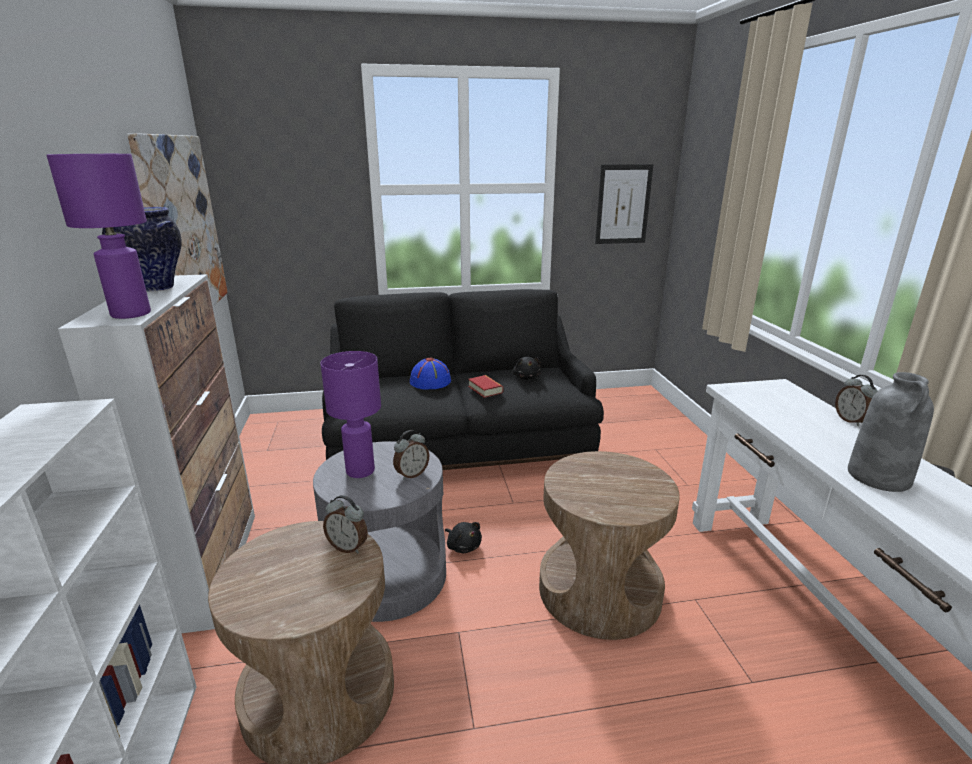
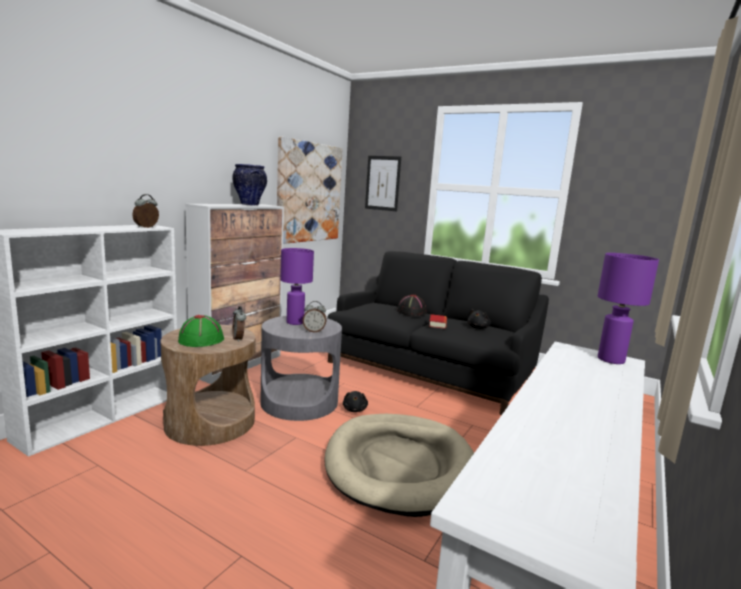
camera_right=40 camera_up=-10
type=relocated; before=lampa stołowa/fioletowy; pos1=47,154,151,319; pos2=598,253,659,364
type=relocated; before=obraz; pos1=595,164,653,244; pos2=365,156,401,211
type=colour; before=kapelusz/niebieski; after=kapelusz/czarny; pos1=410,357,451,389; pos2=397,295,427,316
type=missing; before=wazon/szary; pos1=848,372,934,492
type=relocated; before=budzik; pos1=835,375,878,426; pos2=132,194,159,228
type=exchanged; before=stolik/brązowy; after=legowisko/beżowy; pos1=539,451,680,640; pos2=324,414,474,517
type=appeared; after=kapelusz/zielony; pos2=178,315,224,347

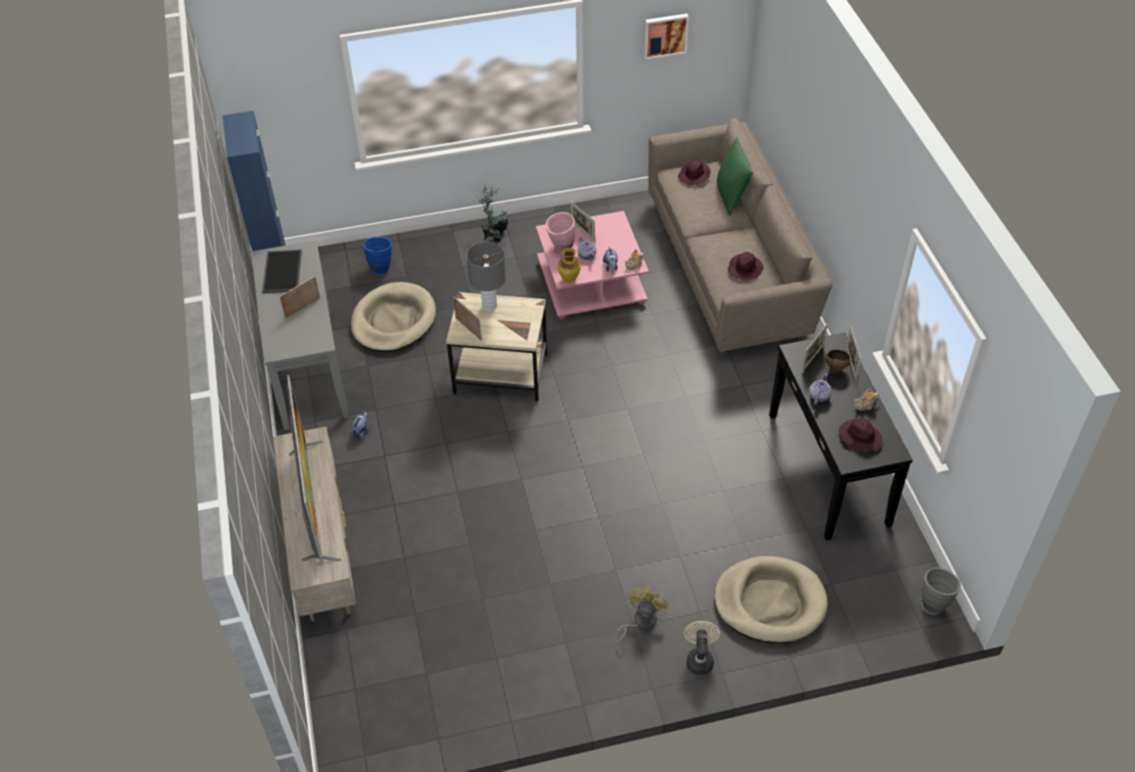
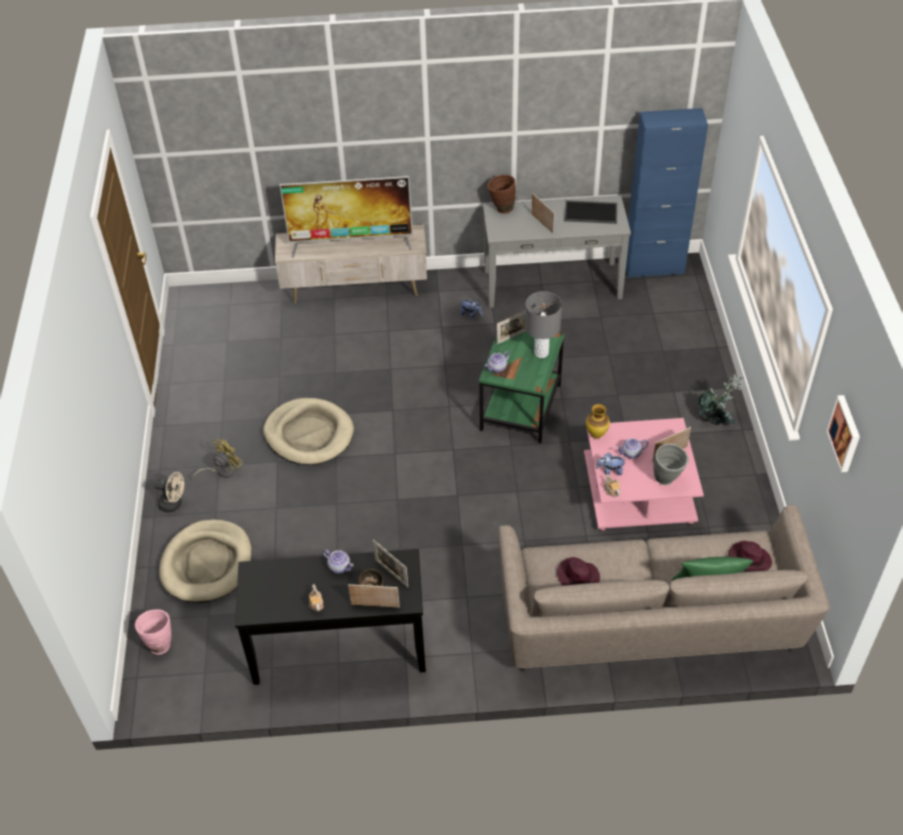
camera_right=100 camera_up=0
type=relocated; before=wazon/różowy; pos1=546,212,575,253; pos2=135,609,171,655
type=missing; before=wazon/niebieski; pos1=363,237,392,275
type=relocated; before=legowisko/beżowy; pos1=351,282,436,352; pos2=263,398,354,465
type=colour; before=stolik/beżowy; after=stolik/zielony; pos1=446,292,547,402; pos2=479,332,565,443
type=missing; before=kapelusz/fioletowy; pos1=839,418,883,451
type=relocated; before=wazon/szary; pos1=922,567,961,615; pos2=654,443,689,485
type=spun; before=wentylator/żółty; pos1=615,586,668,644; pos2=192,439,243,479; turn=-75
type=appeared; after=wazon/brązowy; pos2=488,175,516,214
type=appeared; after=imbryk; pos2=485,351,510,373

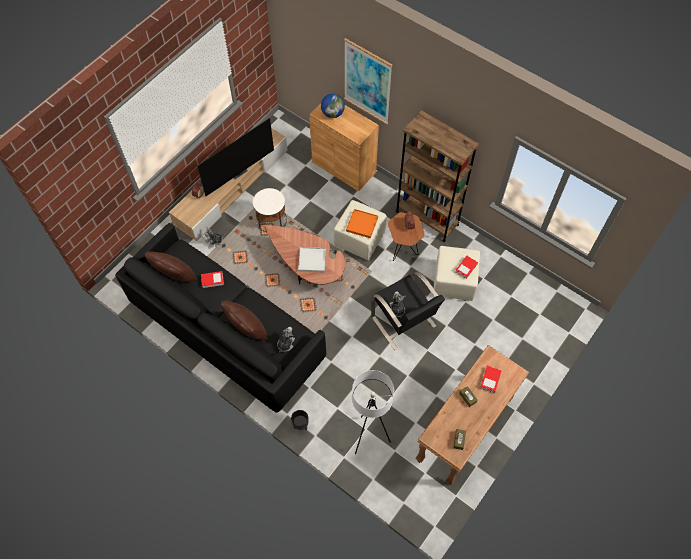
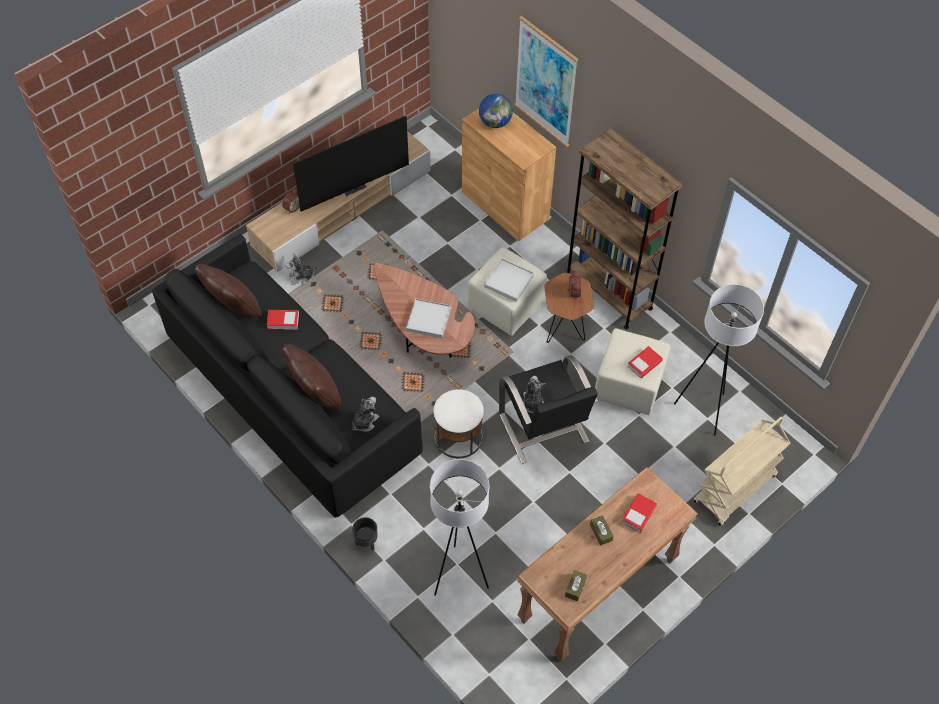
camera_right=10 camera_up=-5
type=relocated; before=stolik/biały; pos1=253,188,287,232; pos2=434,389,484,458
type=colour; before=taca/pomarańczowy; after=taca/biały; pos1=346,209,378,238; pos2=484,259,534,302
type=appeared; after=lampa stojąca/biały; pos2=674,284,764,435
type=appeared; after=wózek/beżowy; pos2=693,417,790,526

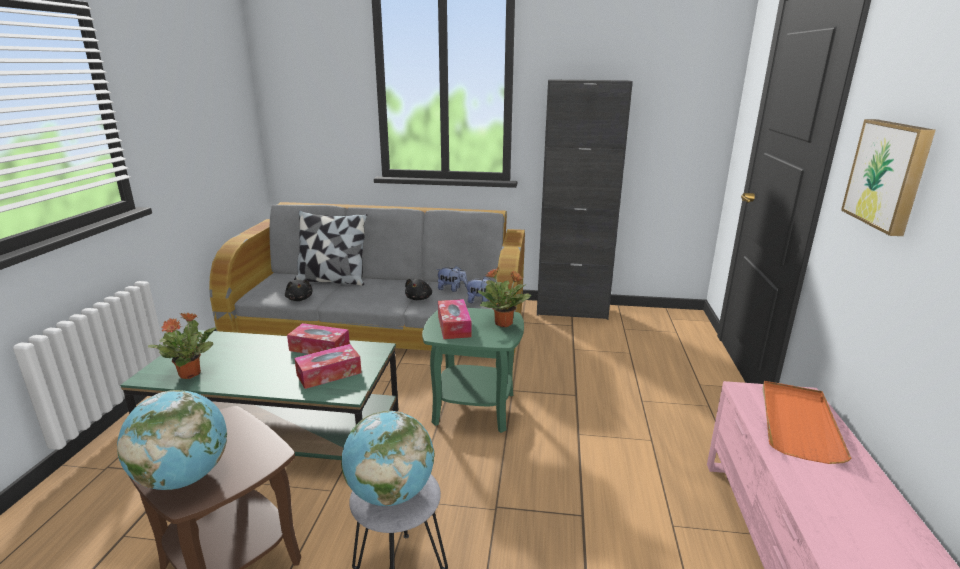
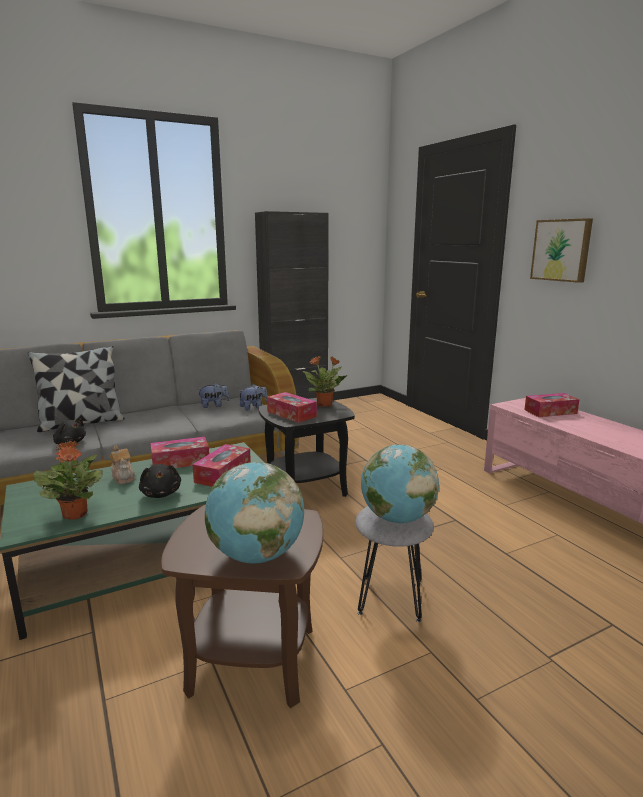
camera_right=-35 camera_up=-5
type=relocated; before=pluszak/czarny; pos1=405,279,432,300; pos2=139,464,181,498
type=colour; before=stolik/zielony; after=stolik/czarny; pos1=422,308,524,433; pos2=259,398,355,497
type=exchanged; before=taca/pomarańczowy; after=pudełko chusteczek; pos1=763,381,851,464; pos2=524,393,580,417
type=appeared; after=imbryk; pos2=110,446,135,484

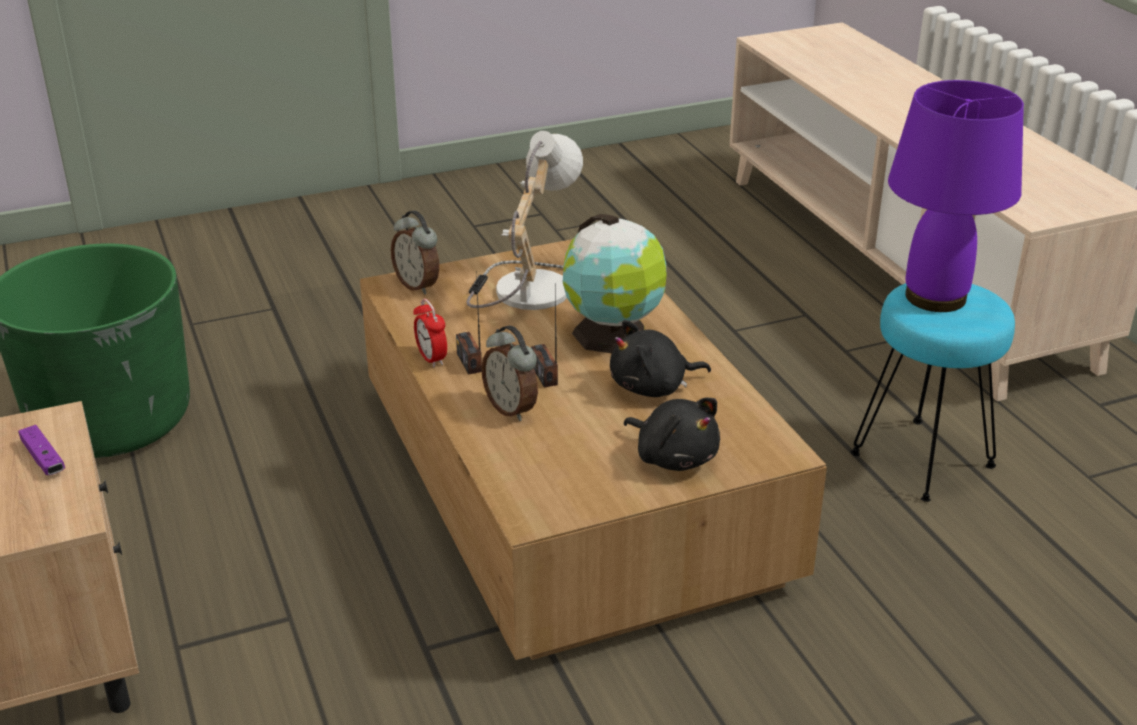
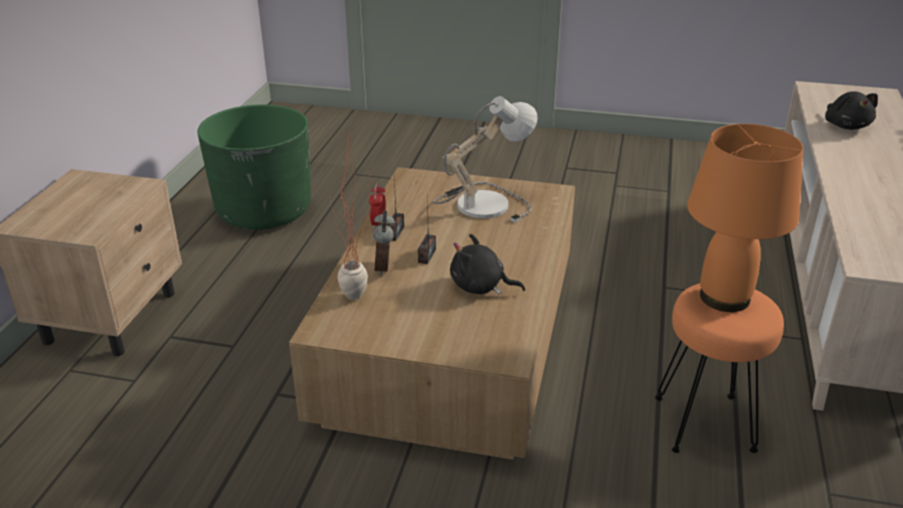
camera_right=35 camera_up=0
type=colour; before=lampa stołowa/fioletowy; after=lampa stołowa/pomarańczowy; pos1=888,80,1024,312; pos2=687,124,803,312
type=missing; before=budzik; pos1=391,210,439,295
type=missing; before=globus; pos1=563,214,667,353
type=colour; before=stołek/turkusowy; after=stołek/pomarańczowy; pos1=850,283,1015,502; pos2=655,283,784,453
type=relocated; before=pluszak/czarny; pos1=624,398,720,471; pos2=825,91,878,130
type=missing; before=pad do gier/fioletowy; pos1=18,425,65,475
type=appeared; after=roślina doniczkowa; pos2=330,131,371,300

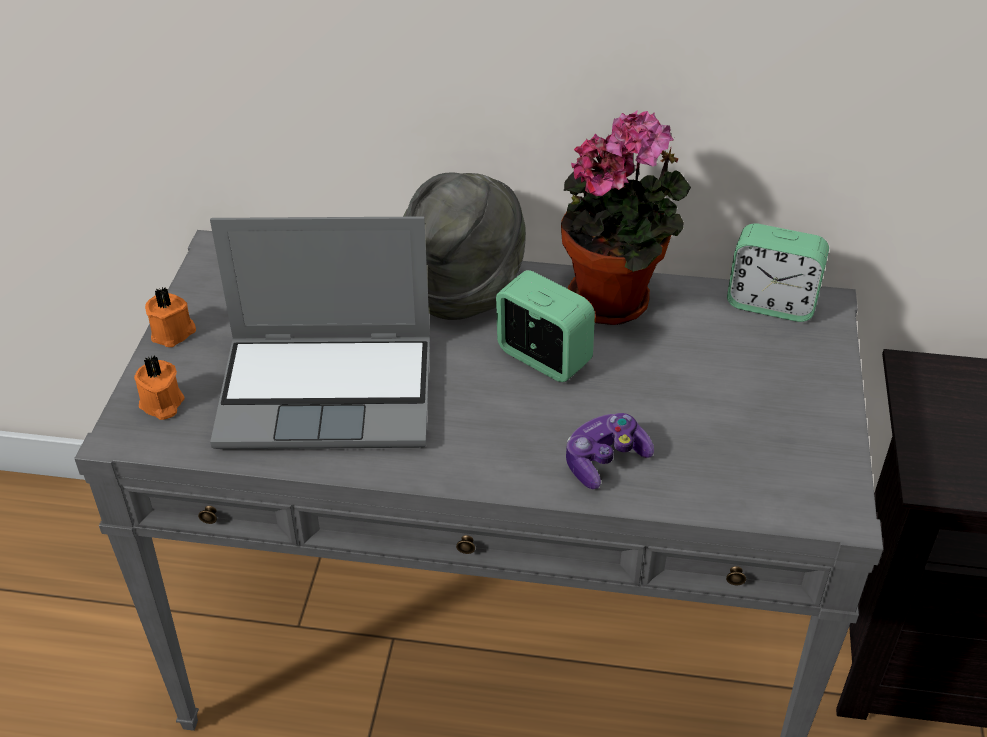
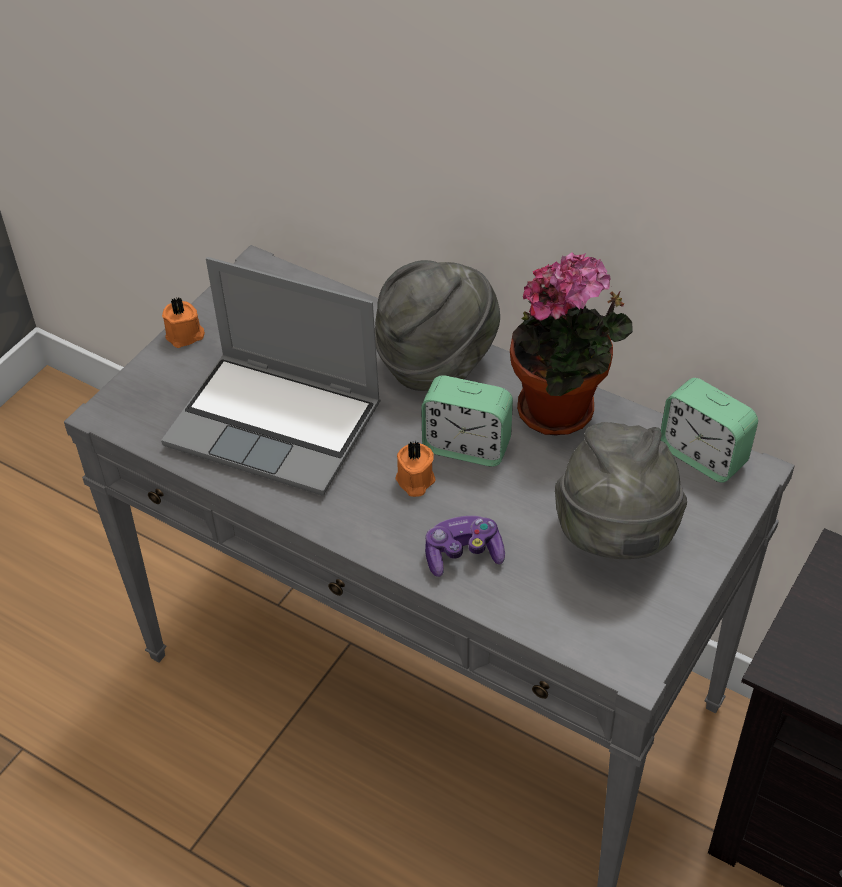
camera_right=25 camera_up=5
type=spun; before=budzik; pos1=496,270,595,382; pos2=421,375,513,467; turn=135
type=relocated; before=świeca/pomarańczowy; pos1=134,355,185,420; pos2=395,441,436,497
type=appeared; after=kapelusz/szary; pos2=555,422,687,559

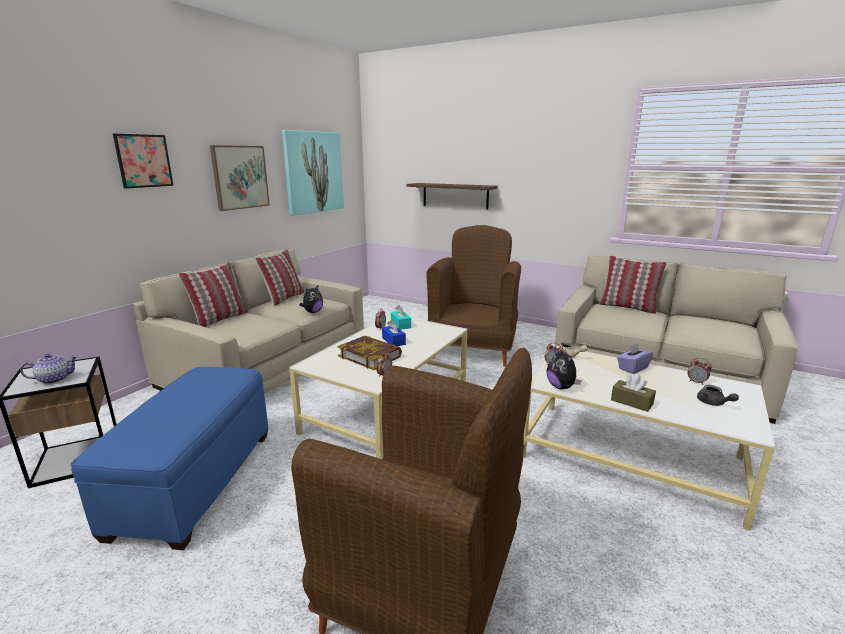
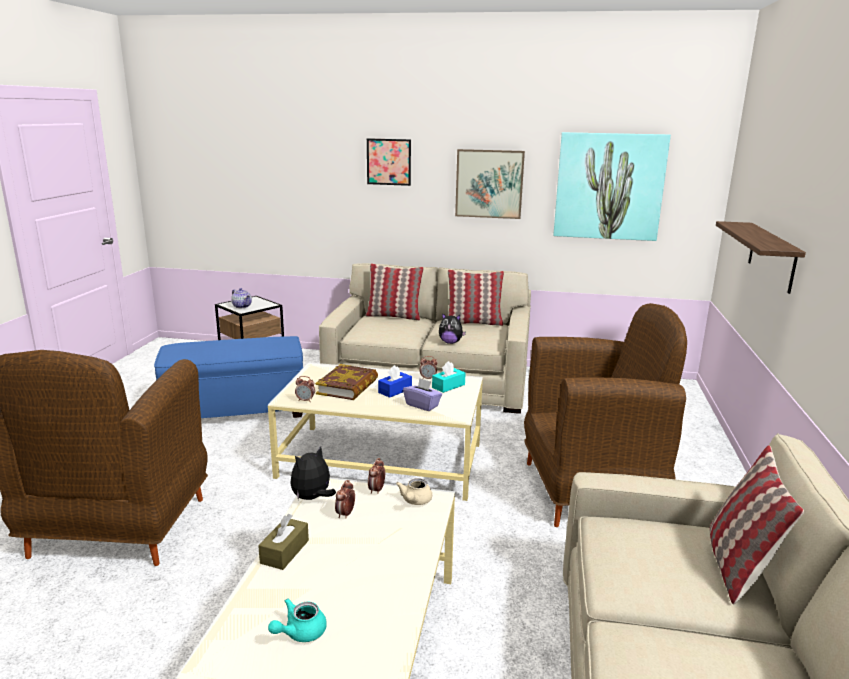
camera_right=70 camera_up=0
type=relocated; before=pudełko chusteczek/fioletowy; pos1=617,343,653,374; pos2=403,378,442,411
type=relocated; before=budzik; pos1=688,358,712,385; pos2=335,480,355,518
type=colour; before=imbryk/szary; after=imbryk/turkusowy; pos1=697,385,739,406; pos2=268,598,327,642

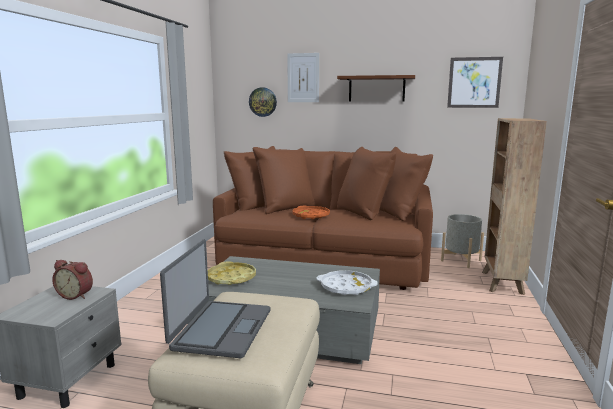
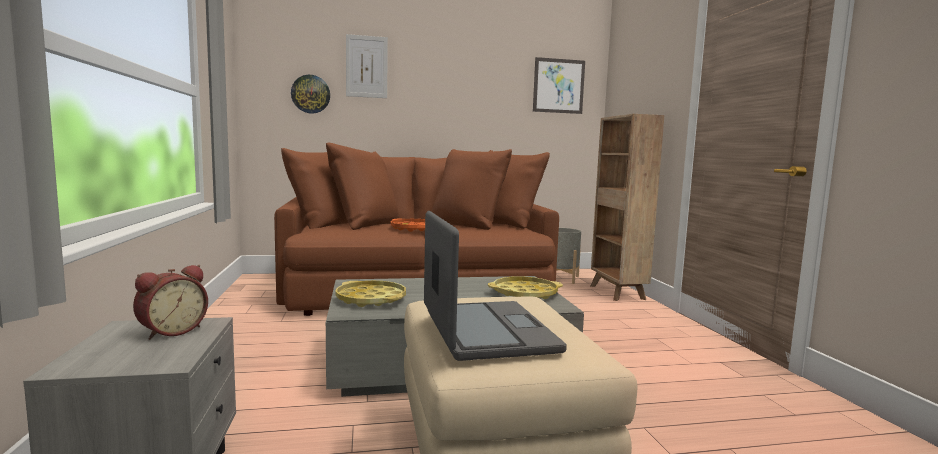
camera_right=-25 camera_up=-5
type=missing; before=półka/brązowy; pos1=337,75,415,102
type=spun; before=budzik; pos1=52,260,93,300; pos2=133,265,208,340; turn=-45
type=colour; before=taca/biały; after=taca/żółty; pos1=316,270,377,295; pos2=488,276,563,299

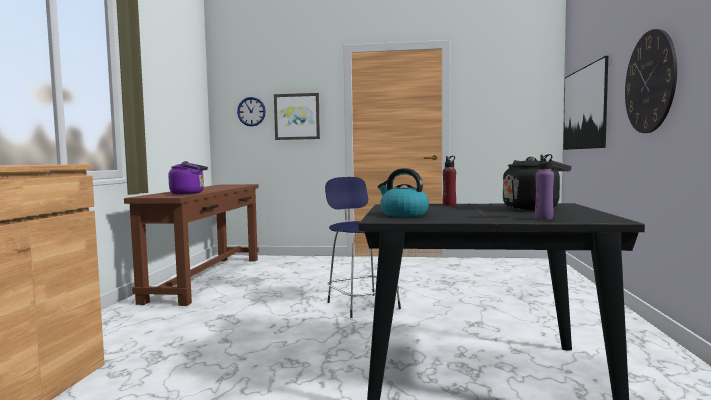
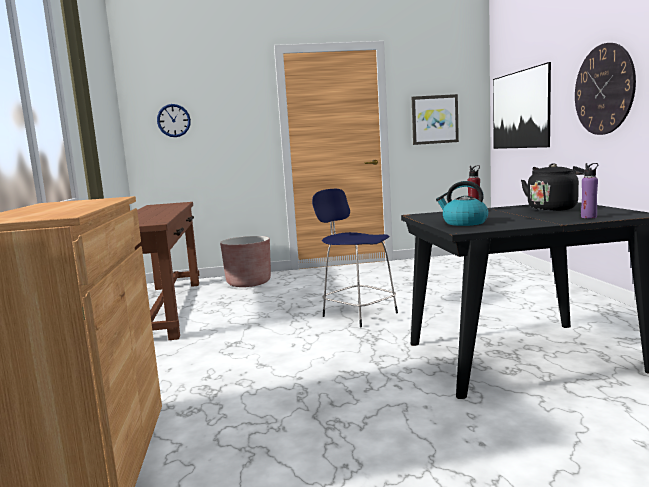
camera_right=-15 camera_up=5
type=relocated; before=obraz; pos1=274,93,320,140; pos2=412,94,459,145
type=missing; before=czajnik/fioletowy; pos1=168,161,208,194
type=appeared; after=donica/brązowy; pos2=220,236,271,287

